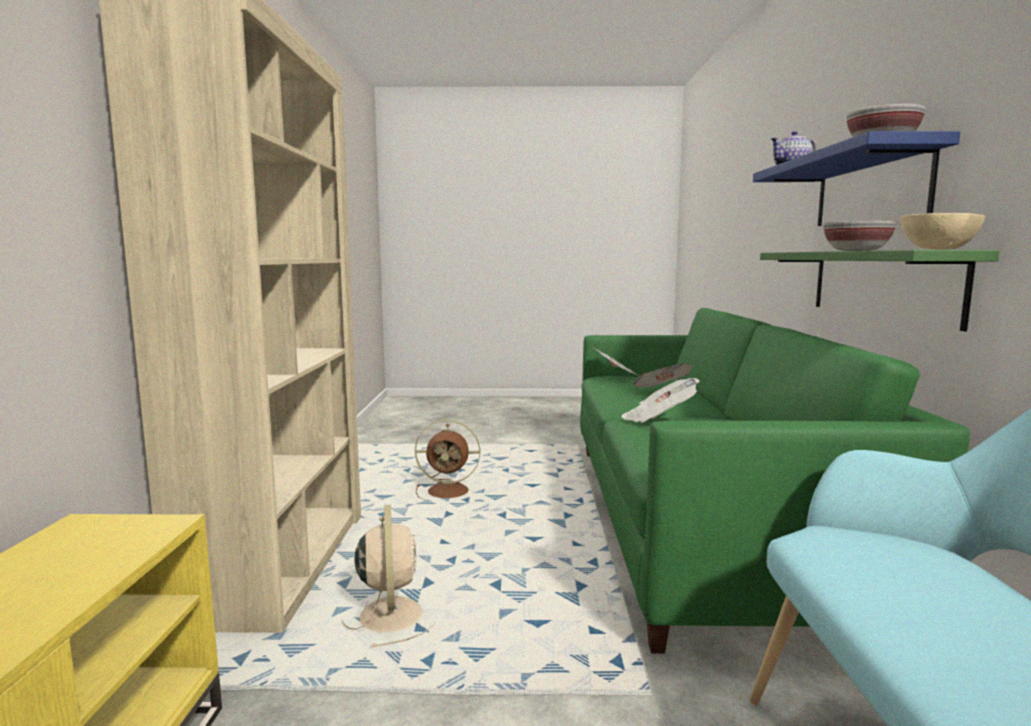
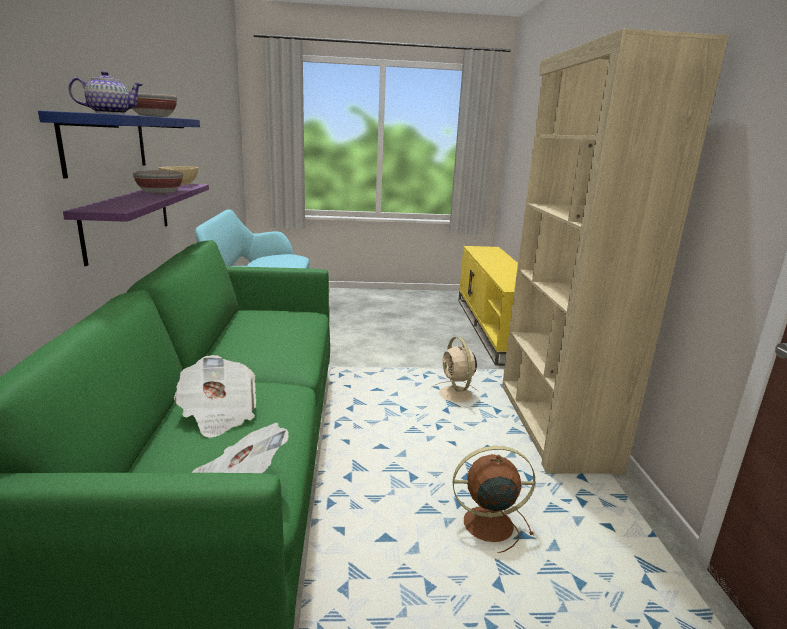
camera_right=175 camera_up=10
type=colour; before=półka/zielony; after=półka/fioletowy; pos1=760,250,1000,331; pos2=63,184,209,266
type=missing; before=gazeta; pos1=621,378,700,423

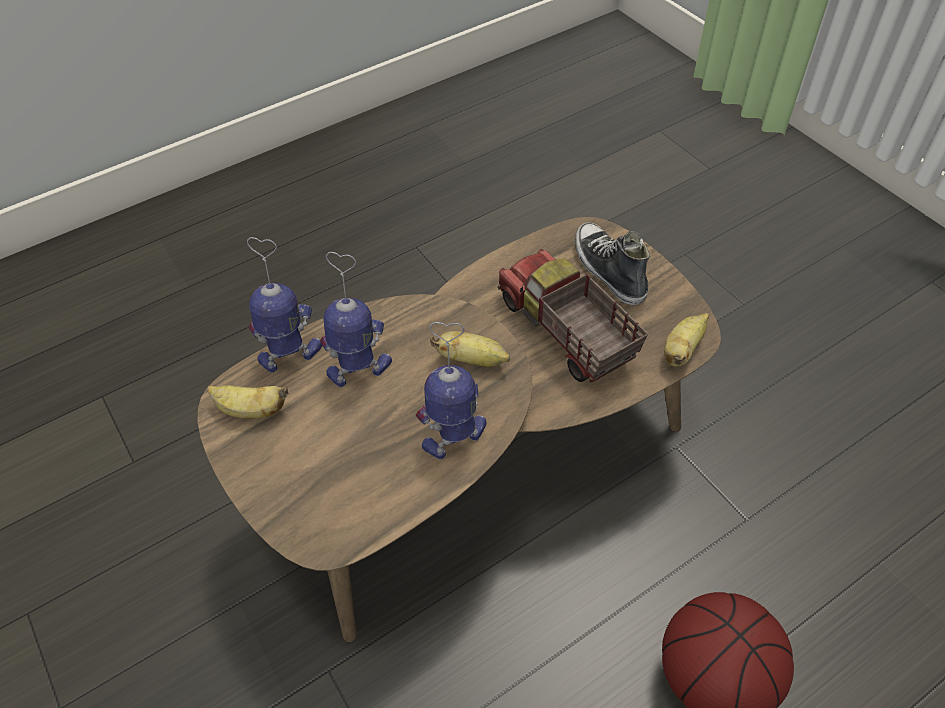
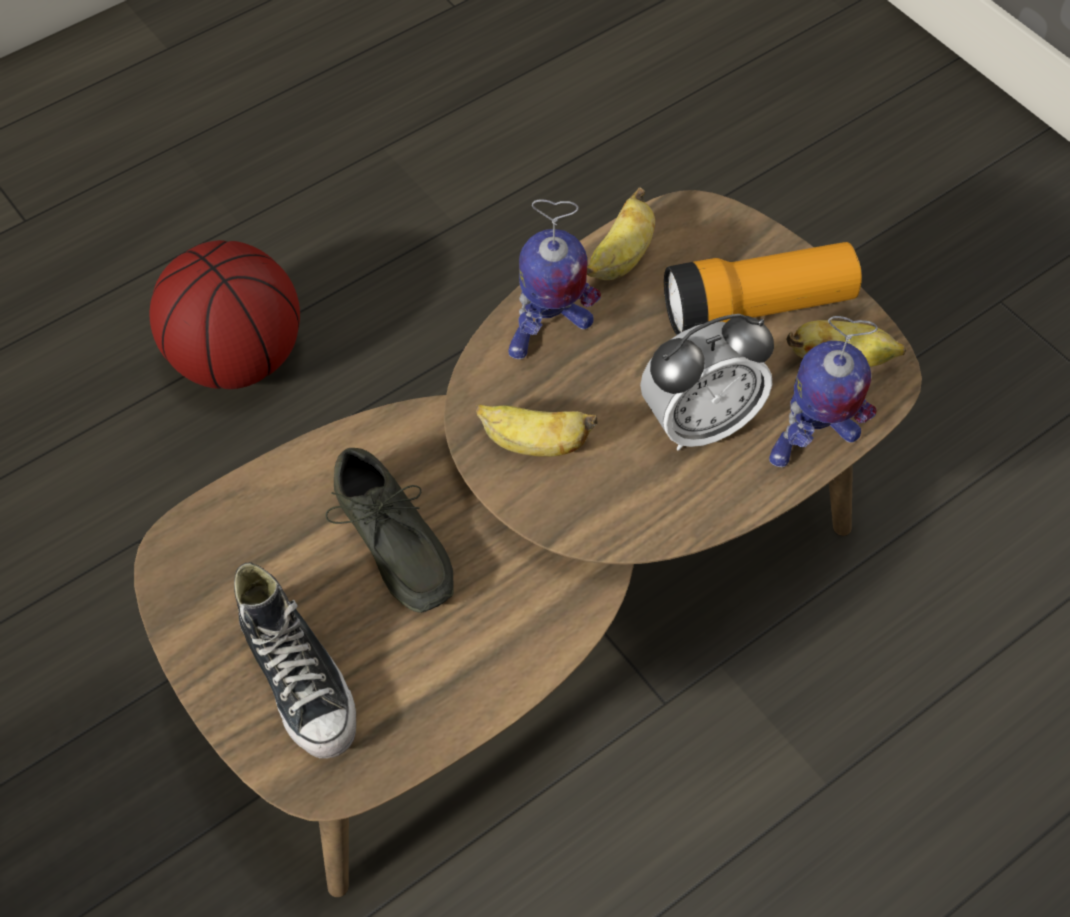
camera_right=175 camera_up=5
type=exchanged; before=ciężarówka zabawkowa; after=but/szary; pos1=498,249,649,383; pos2=326,448,454,613
type=exchanged; before=robot zabawkowy; after=budzik; pos1=320,252,392,387; pos2=640,314,774,451
type=relocated; before=banan; pos1=664,313,709,367; pos2=587,188,655,280
type=appeared; after=latarka; pos2=664,242,862,336

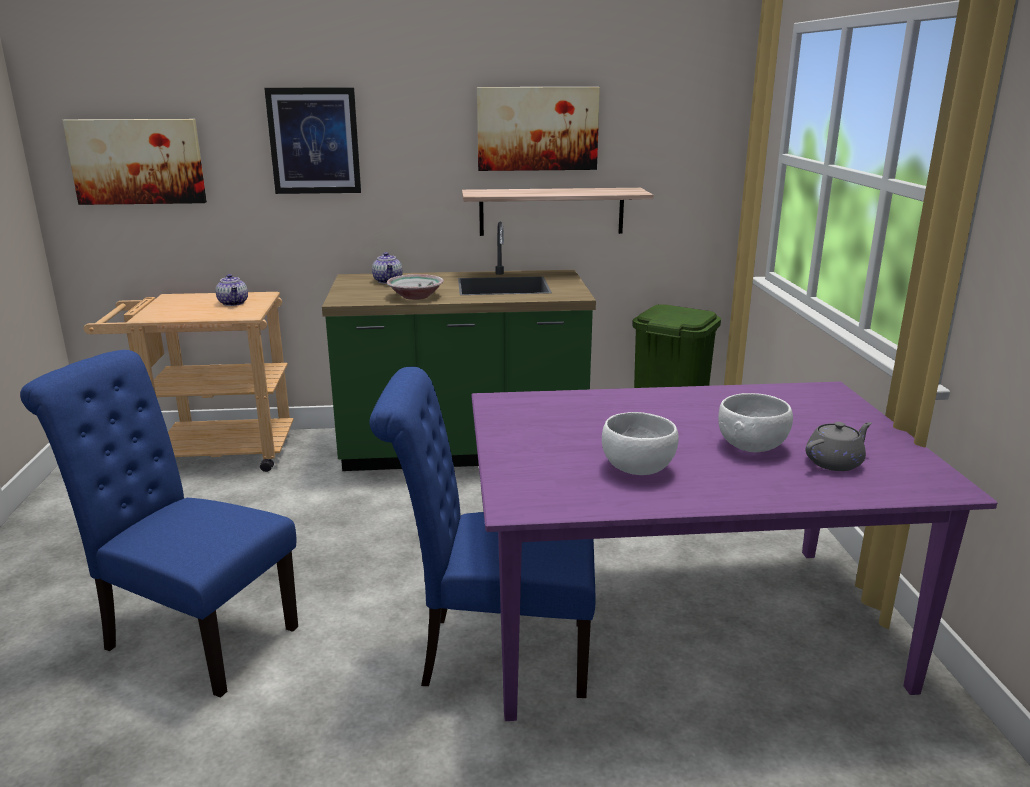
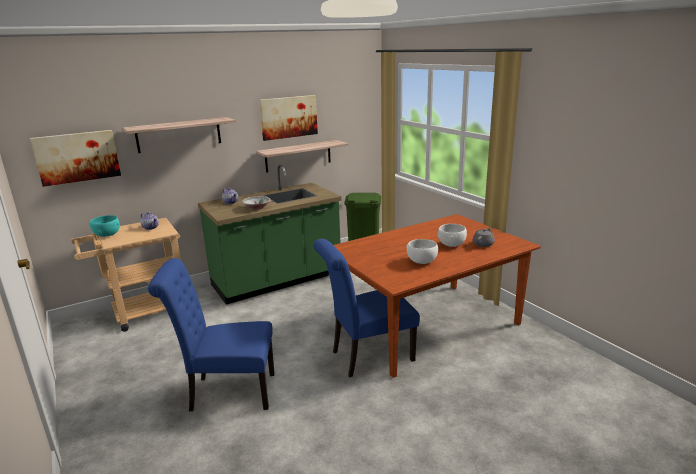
camera_right=-25 camera_up=0
type=exchanged; before=obraz; after=półka; pos1=264,88,361,194; pos2=123,117,236,153
type=colour; before=stół jadalny/fioletowy; after=stół jadalny/brązowy; pos1=472,382,998,721; pos2=334,214,541,378
type=appeared; after=miska/turkusowy; pos2=90,215,120,237

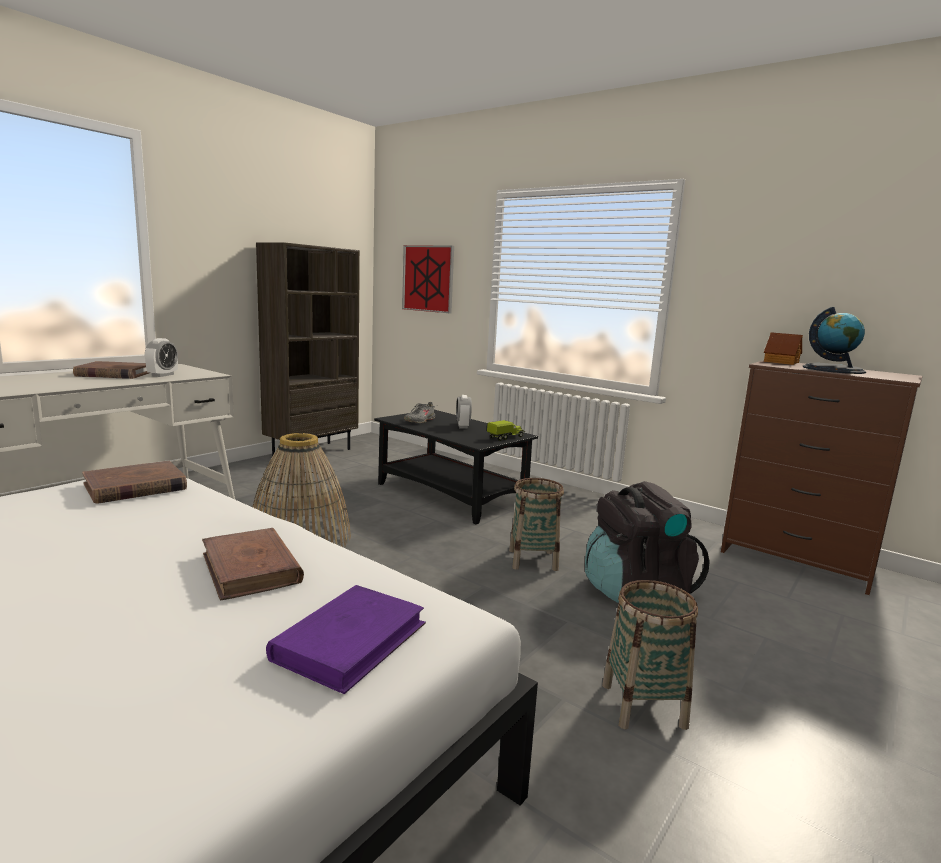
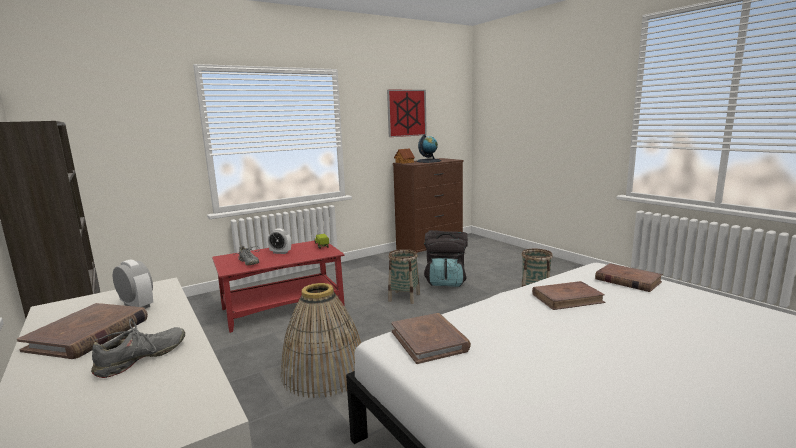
camera_right=-70 camera_up=0
type=relocated; before=obraz; pos1=402,245,454,313; pos2=387,90,427,137
type=colour; before=ława/czarny; after=ława/czerwony; pos1=374,410,538,524; pos2=212,241,344,333
type=colour; before=książka/fioletowy; after=książka/brązowy; pos1=266,585,426,694; pos2=595,263,663,292
type=appeared; after=but/szary; pos2=91,319,185,378

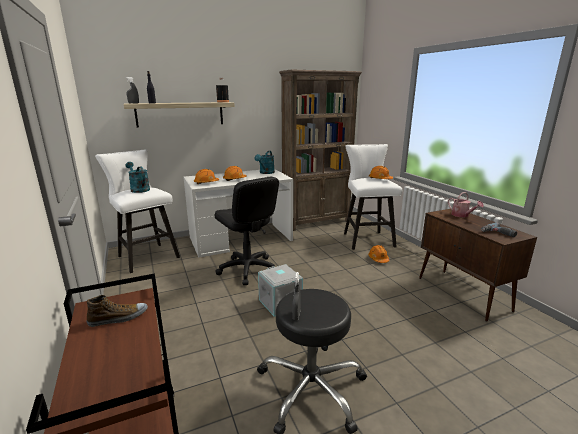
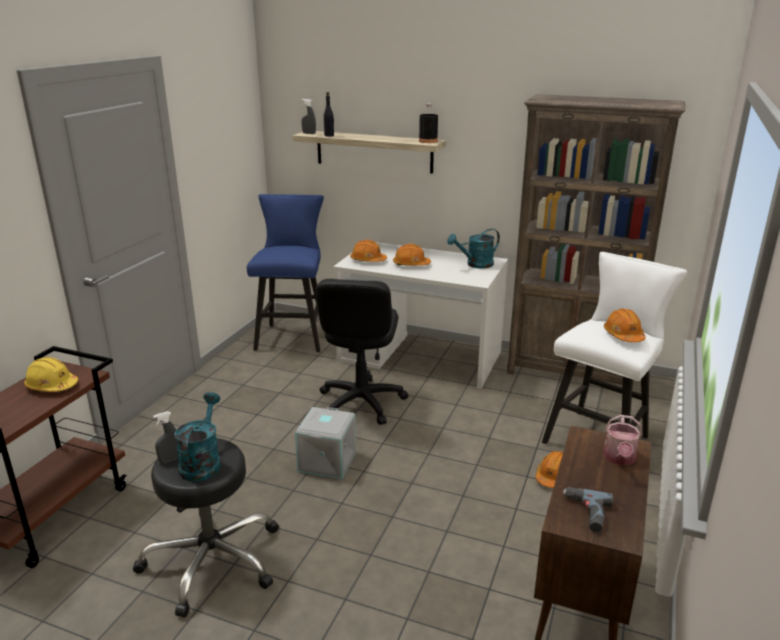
camera_right=45 camera_up=5
type=colour; before=stołek/biały; after=stołek/niebieski; pos1=95,149,180,273; pos2=247,194,324,352
type=relocated; before=konewka/turkusowy; pos1=125,162,150,193; pos2=175,392,221,482
type=exchanged; before=but; after=kask/żółty; pos1=87,295,148,327; pos2=24,357,78,392

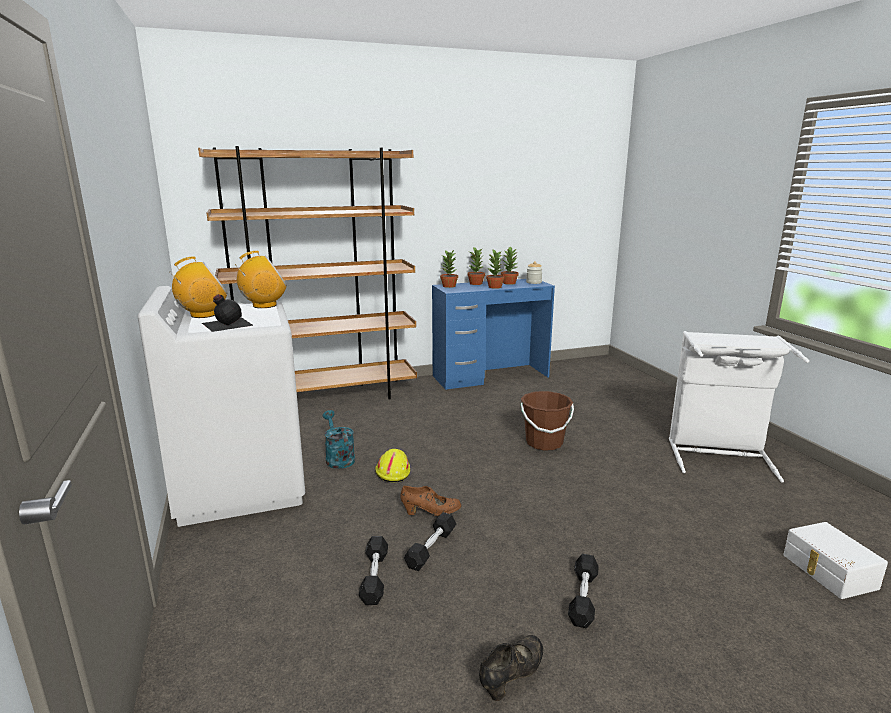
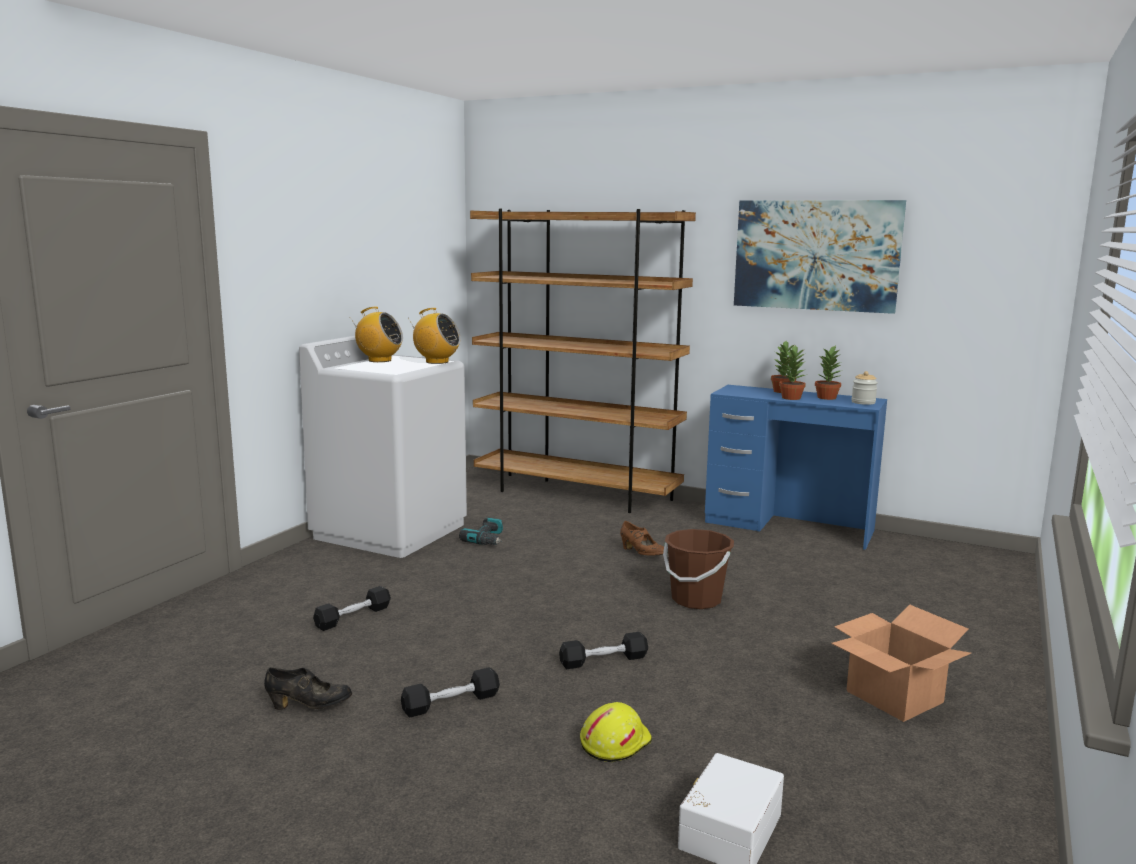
camera_right=45 camera_up=-5
type=missing; before=roślina doniczkowa; pos1=440,250,458,288
type=missing; before=butelka/czarny; pos1=202,294,254,332
type=exchanged; before=kosz na pranie/biały; after=karton; pos1=669,331,809,483; pos2=831,604,971,722
type=exchanged; before=konewka/turkusowy; after=wiertarka; pos1=322,410,355,469; pos2=459,517,503,545
type=relocated; before=kask/żółty; pos1=375,449,410,482; pos2=580,702,652,762
type=relocated; before=but/brązowy; pos1=400,486,461,516; pos2=620,521,664,555
type=relocated; before=hantel/czarny; pos1=404,512,456,571; pos2=559,632,648,669
type=appeared; after=obraz; pos2=734,200,906,314

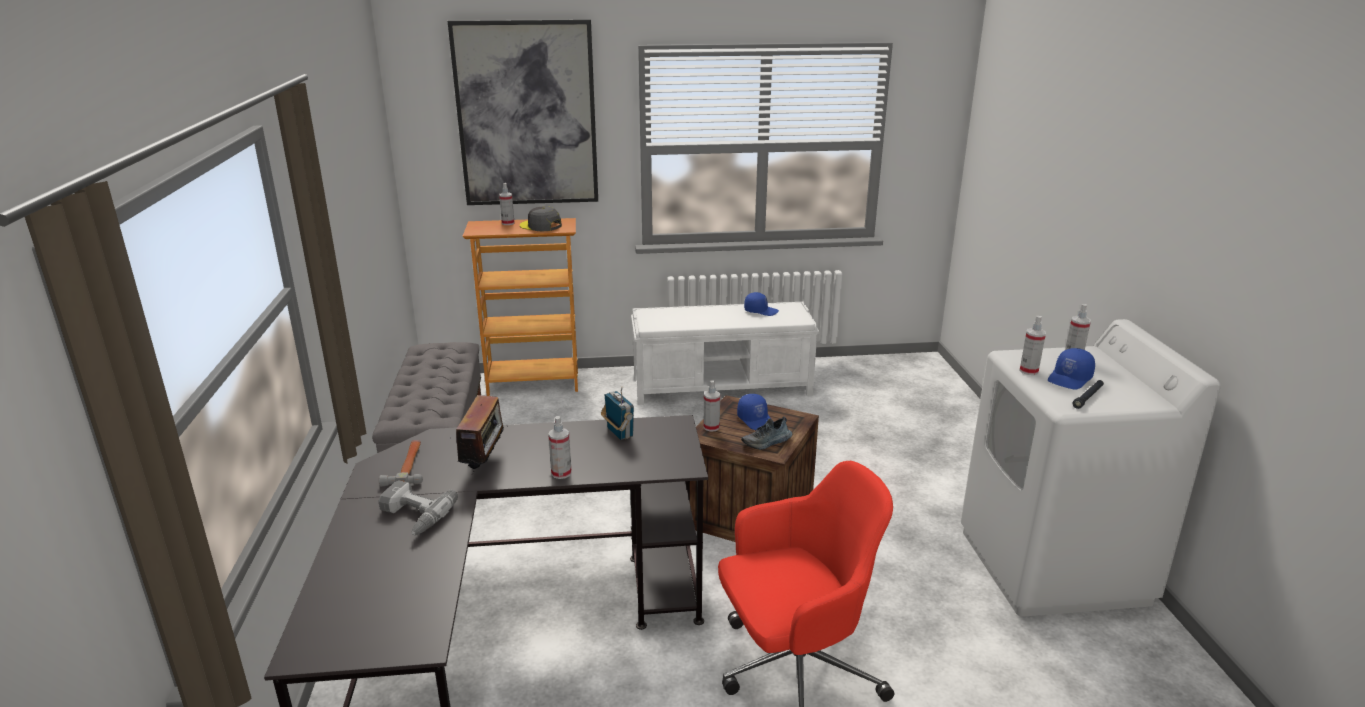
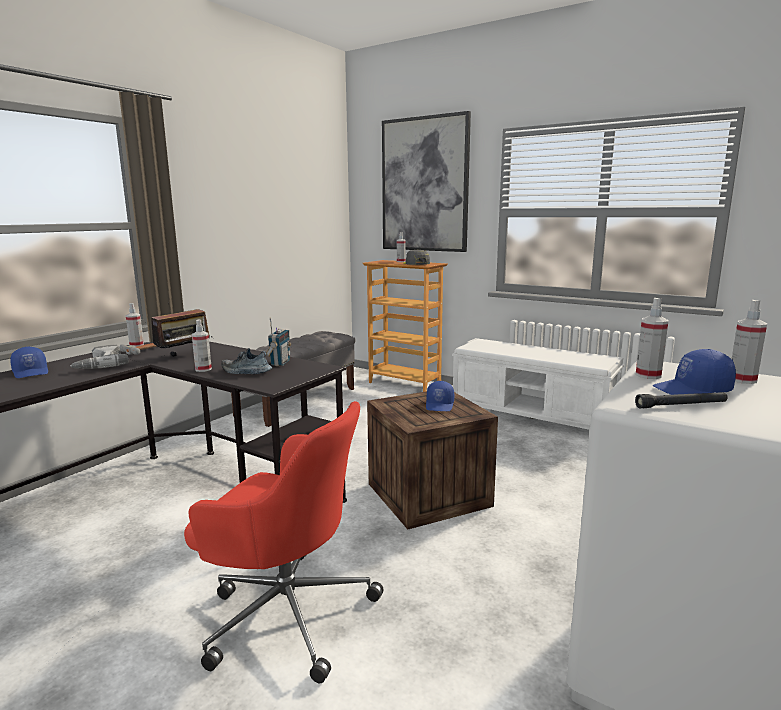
camera_right=40 camera_up=-10
type=relocated; before=czapka z daszkiem/niebieski; pos1=744,292,779,316; pos2=10,347,48,378
type=relocated; before=spryskiwacz; pos1=703,380,720,432; pos2=126,303,144,347
type=relocated; before=but; pos1=741,416,792,449; pos2=221,348,272,374

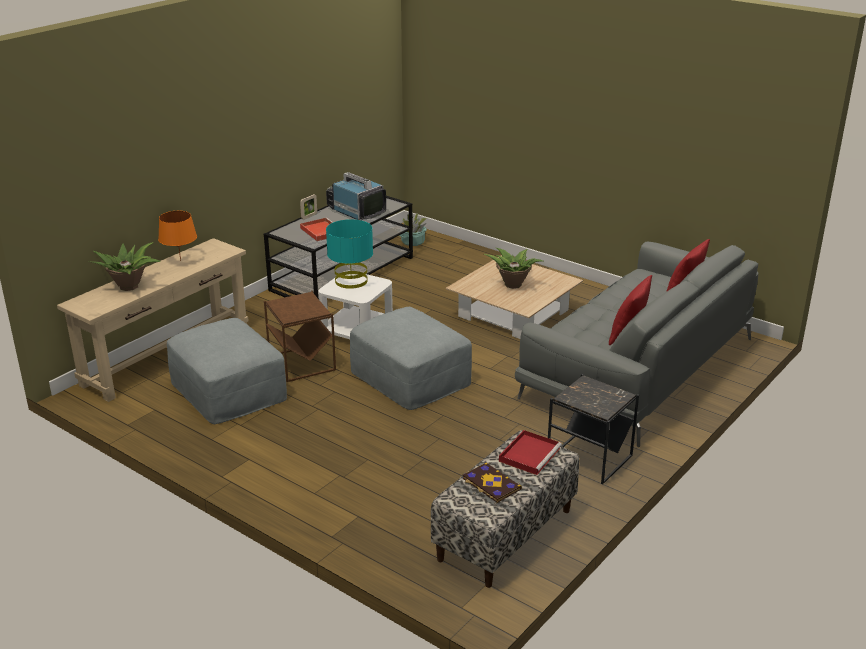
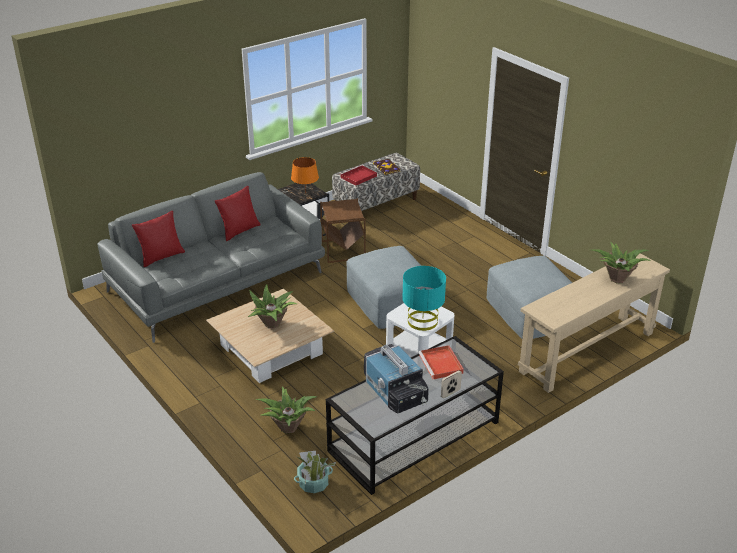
camera_right=-165 camera_up=5
type=relocated; before=lampa stołowa/pomarańczowy; pos1=158,211,197,261; pos2=291,157,319,194
type=relocated; before=stolik/brązowy; pos1=264,291,336,382; pos2=320,198,366,263
type=appeared; after=roślina doniczkowa; pos2=256,386,317,434

